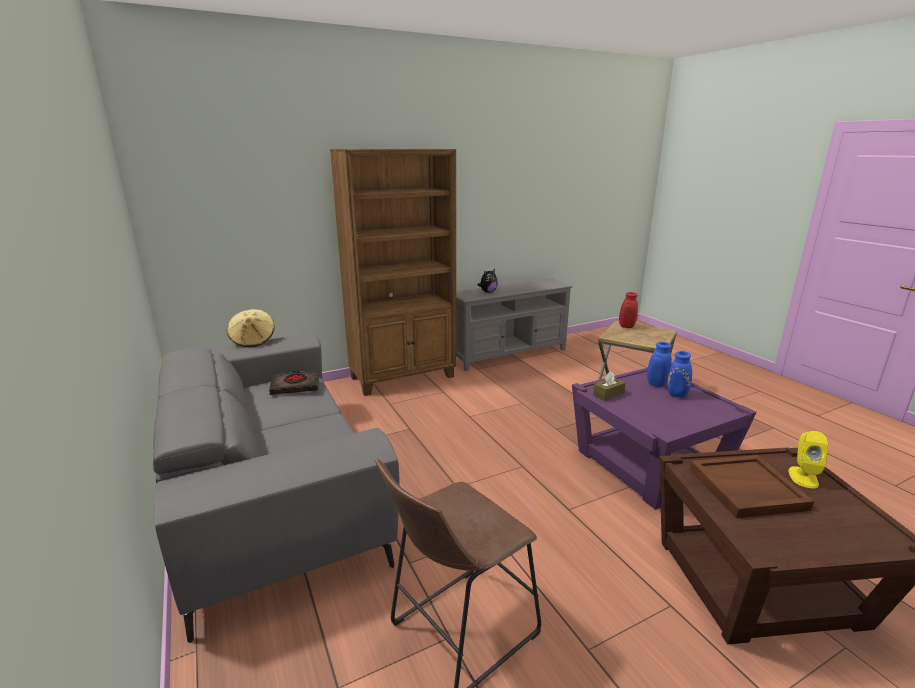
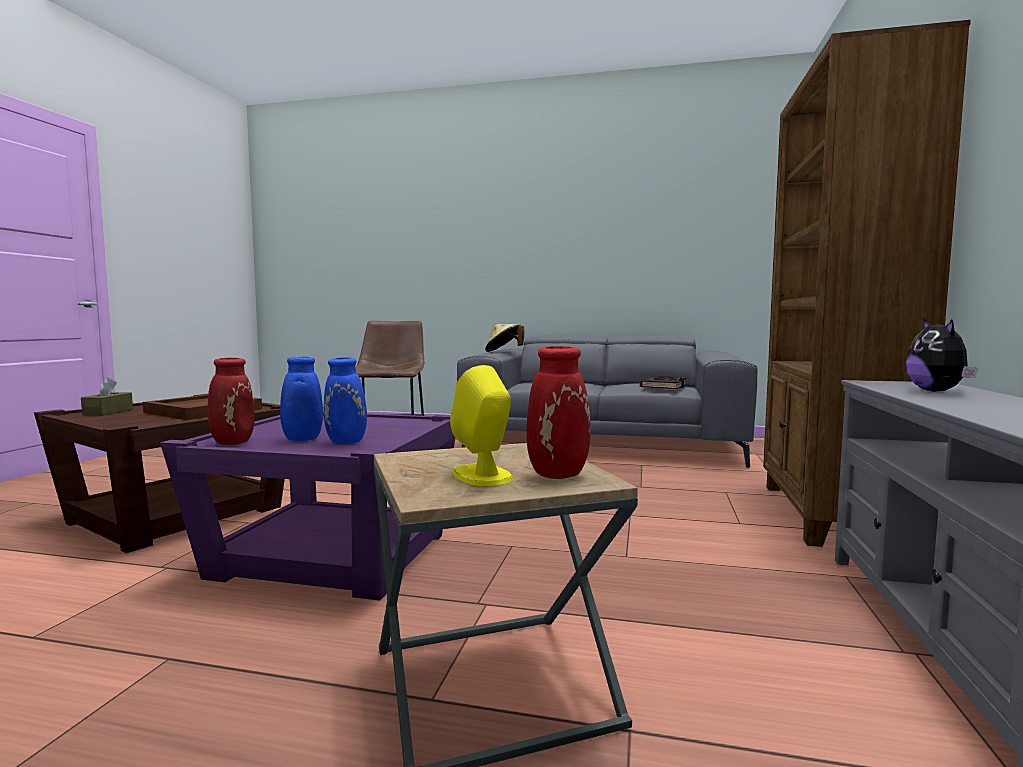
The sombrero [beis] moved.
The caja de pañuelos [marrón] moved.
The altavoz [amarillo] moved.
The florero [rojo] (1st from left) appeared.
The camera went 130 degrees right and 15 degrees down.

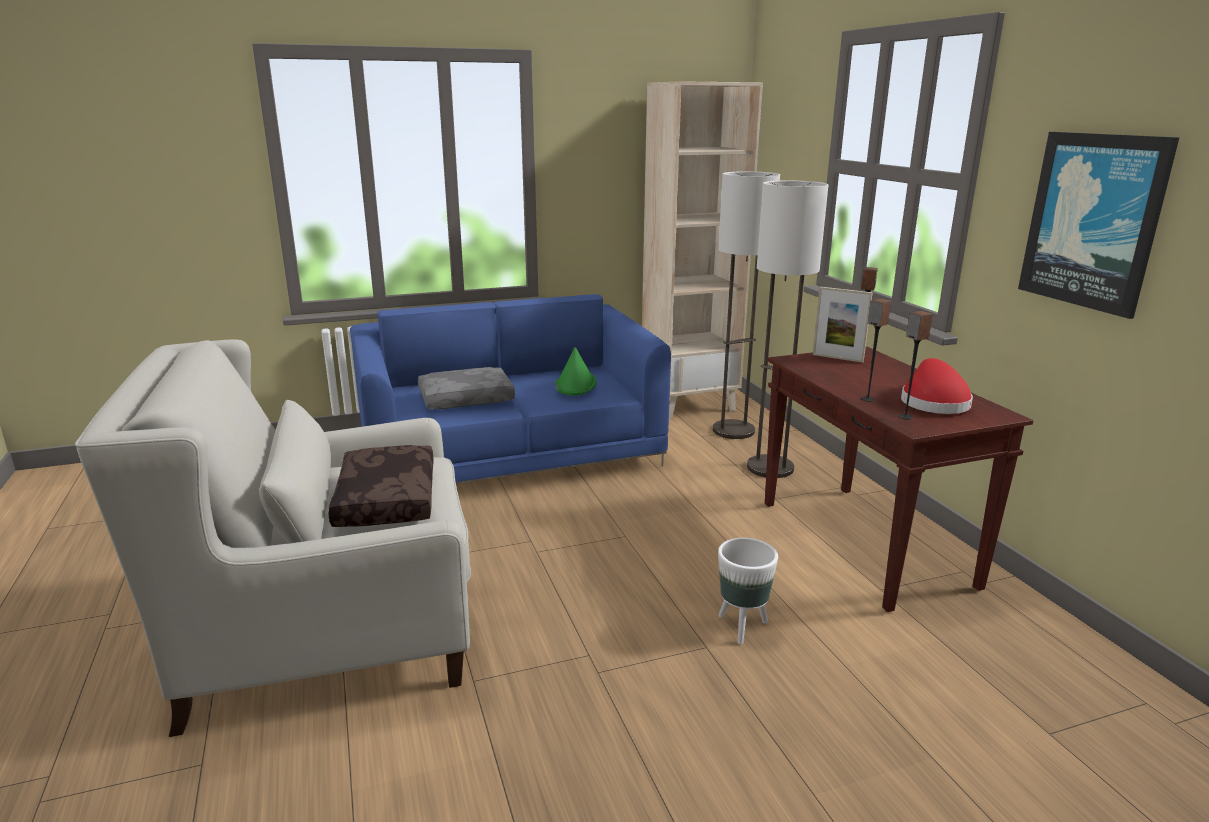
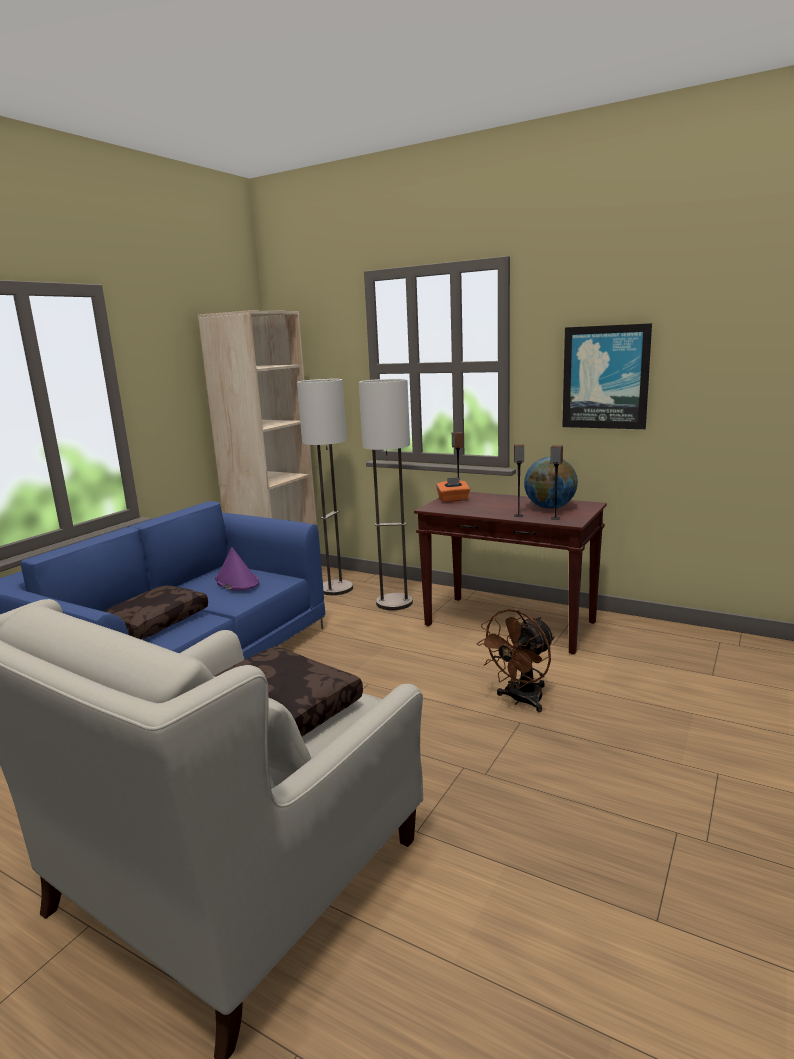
The portarretratos was replaced by the caja de pañuelos [naranja].
The sombrero [verde] became the sombrero [morado].
The sombrero [rojo] was replaced by the globo terráqueo.
The cojín [gris] became the cojín [marrón] (1st from left).
The maceta [blanco] was replaced by the ventilador [marrón].
The camera went 40 degrees left and 5 degrees down.

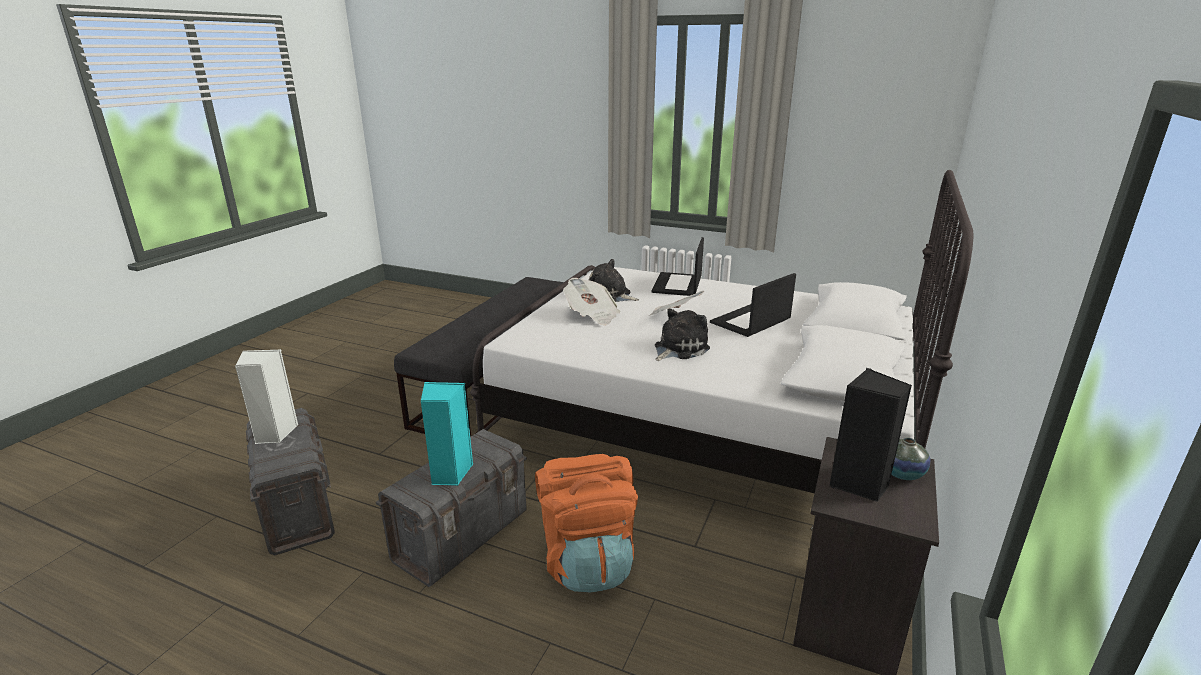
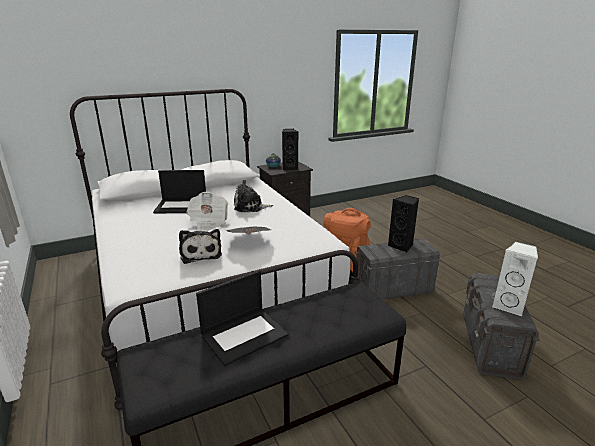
The portátil (1st from left in the first image) moved.
The altavoz [turquesa] became the altavoz [negro] (2nd from left).
The camera went 140 degrees left and 0 degrees up.

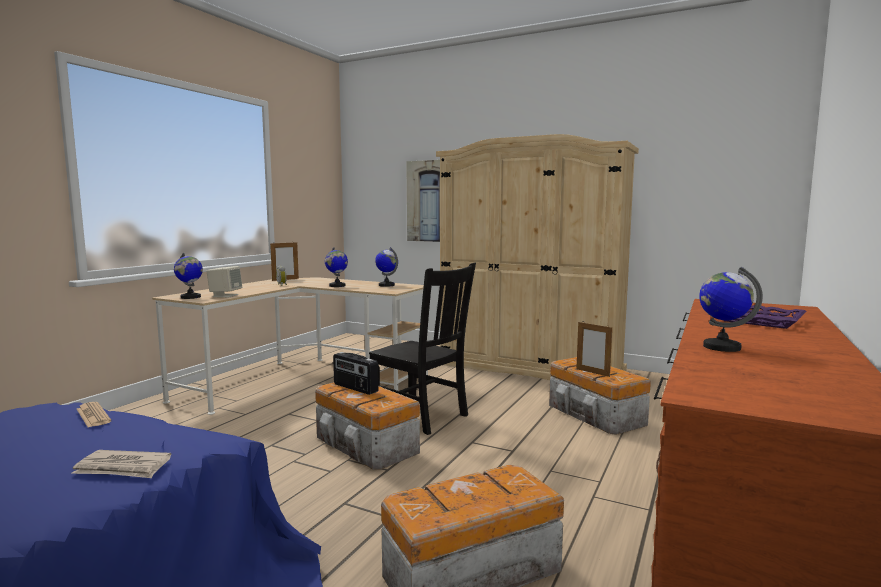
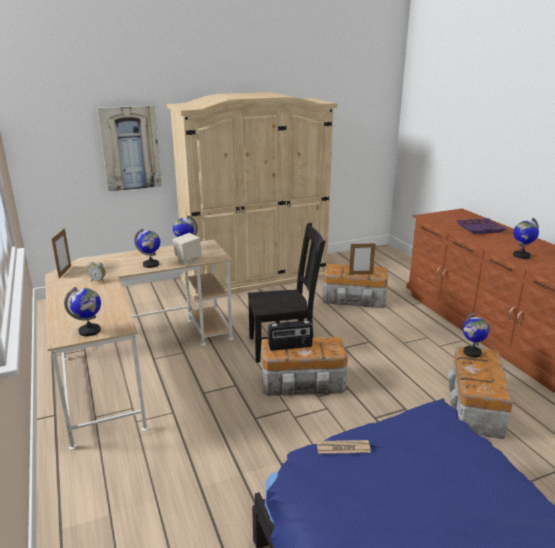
The altavoz [beis] moved.
The periódico (2nd from left) disappeared.
The globo terráqueo (4th from left) appeared.
The camera went 50 degrees left and 15 degrees up.

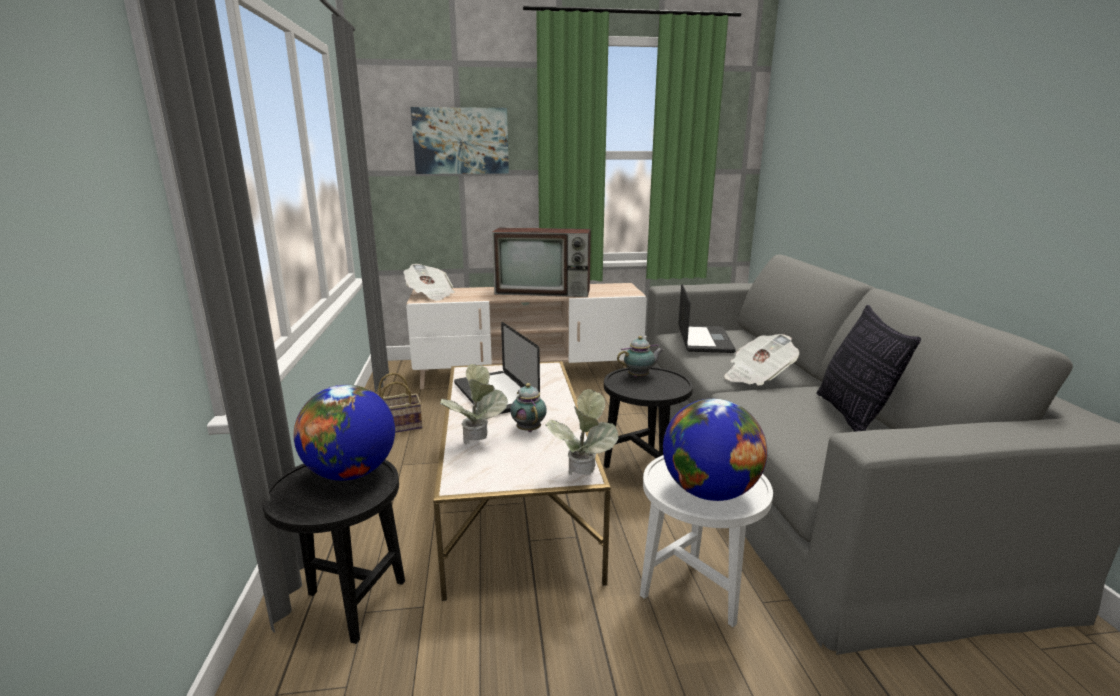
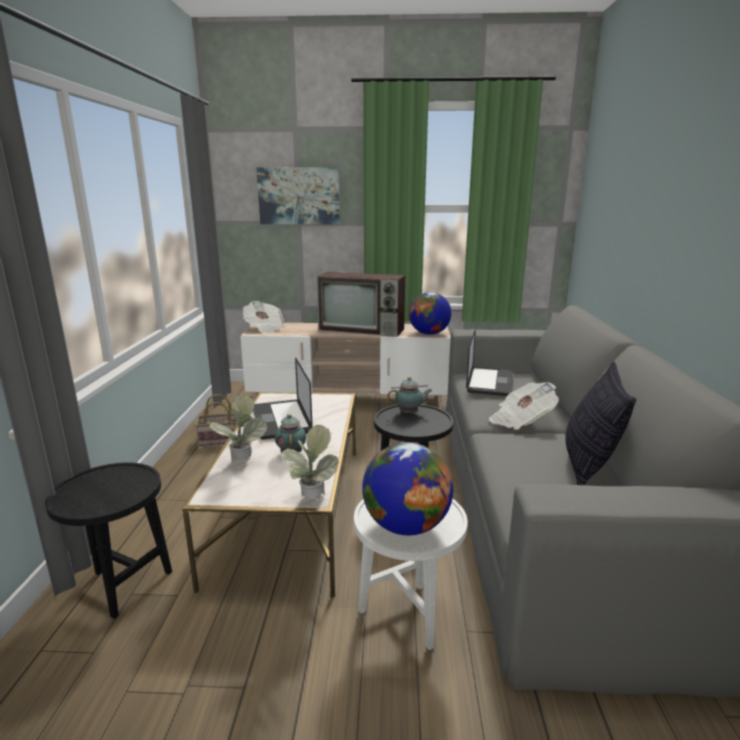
The globo terráqueo (1st from left in the first image) moved.
The camera went 10 degrees right and 0 degrees up.

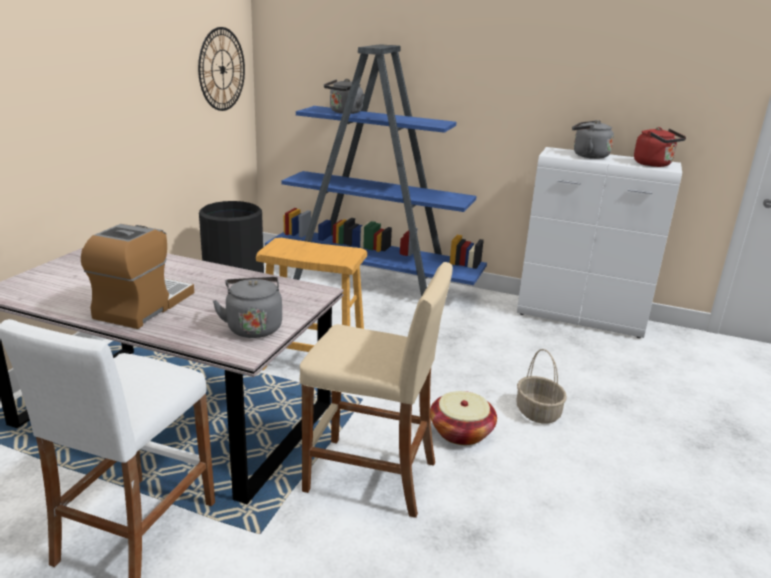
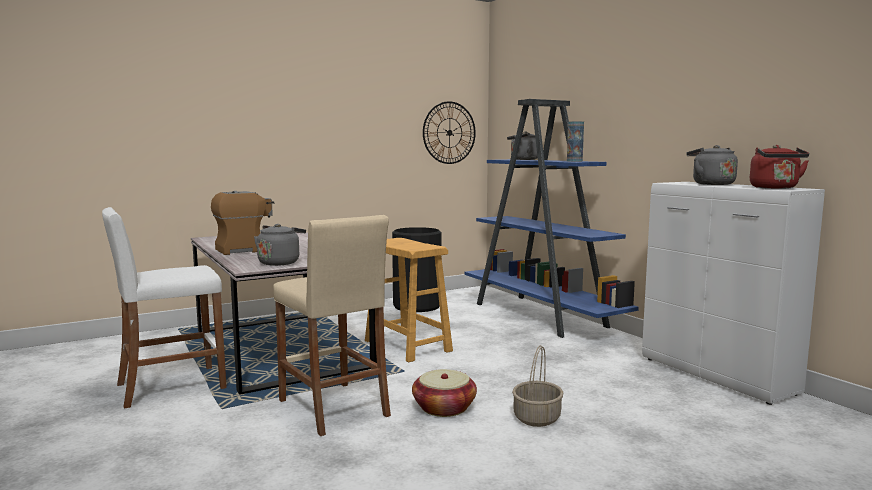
The florero appeared.
The camera went 40 degrees right and 15 degrees down.

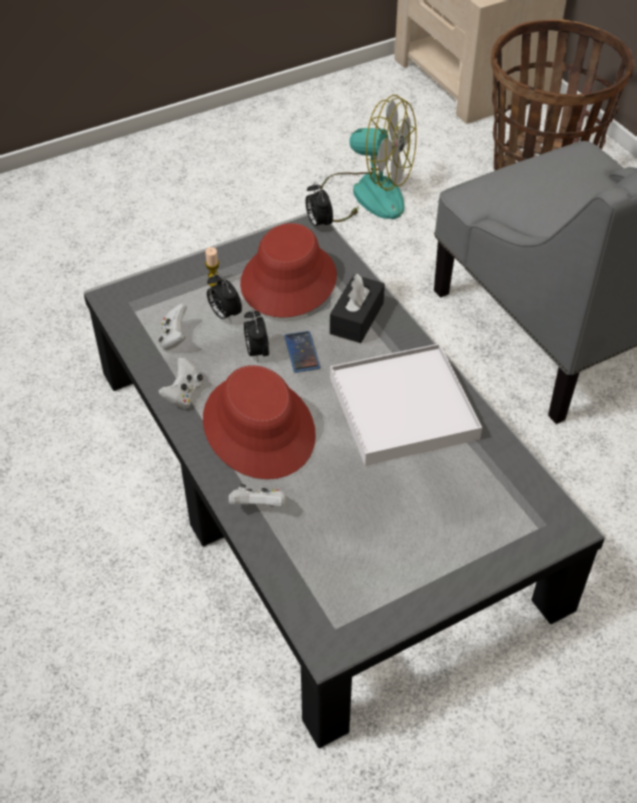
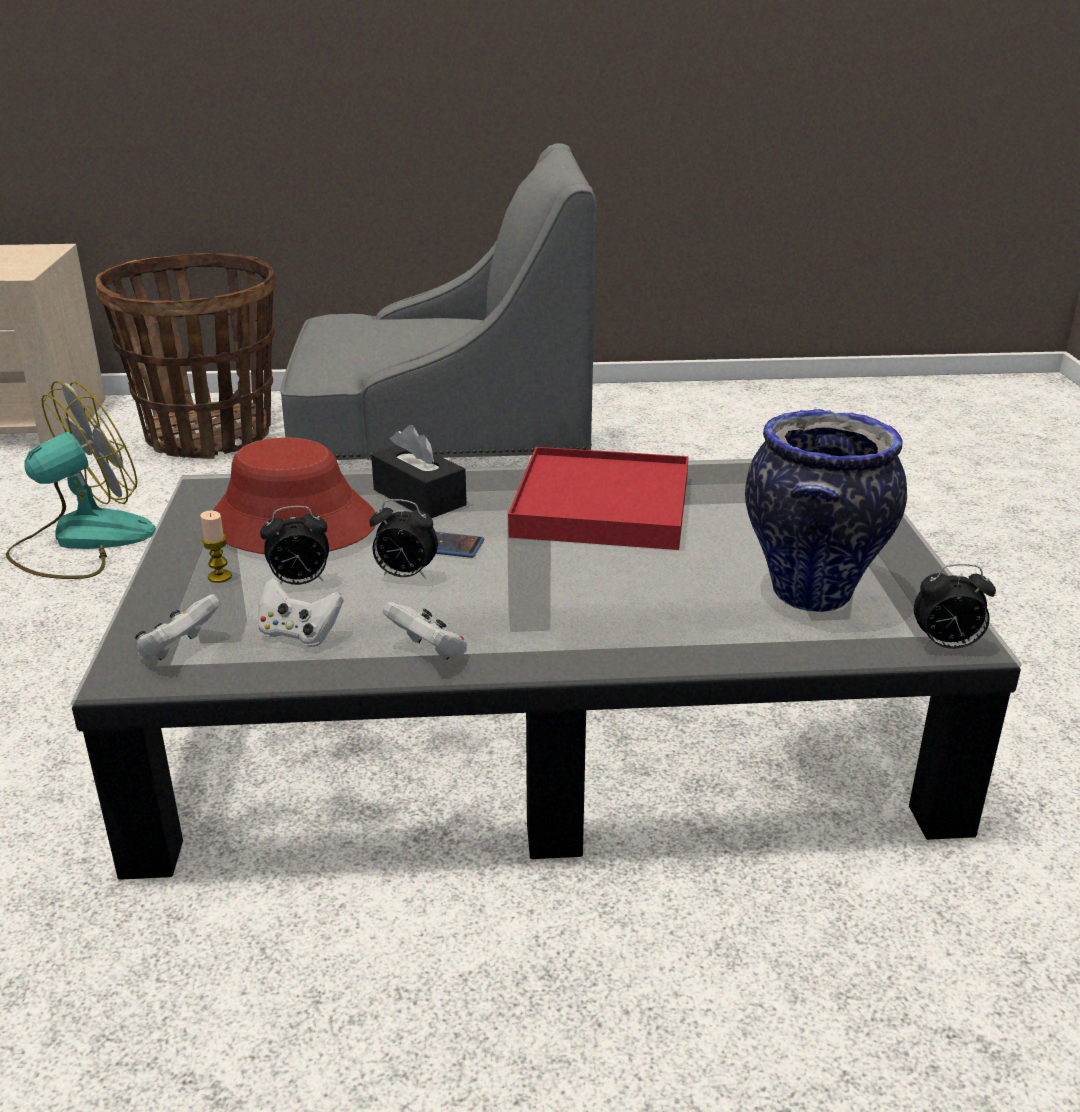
The despertador (3rd from left) moved.
The bandeja [blanco] became the bandeja [rojo].
The sombrero [rojo] (1st from left) disappeared.
The mando de consola [blanco] (3rd from left in the first image) moved.
The florero appeared.
The camera went 65 degrees left and 20 degrees down.

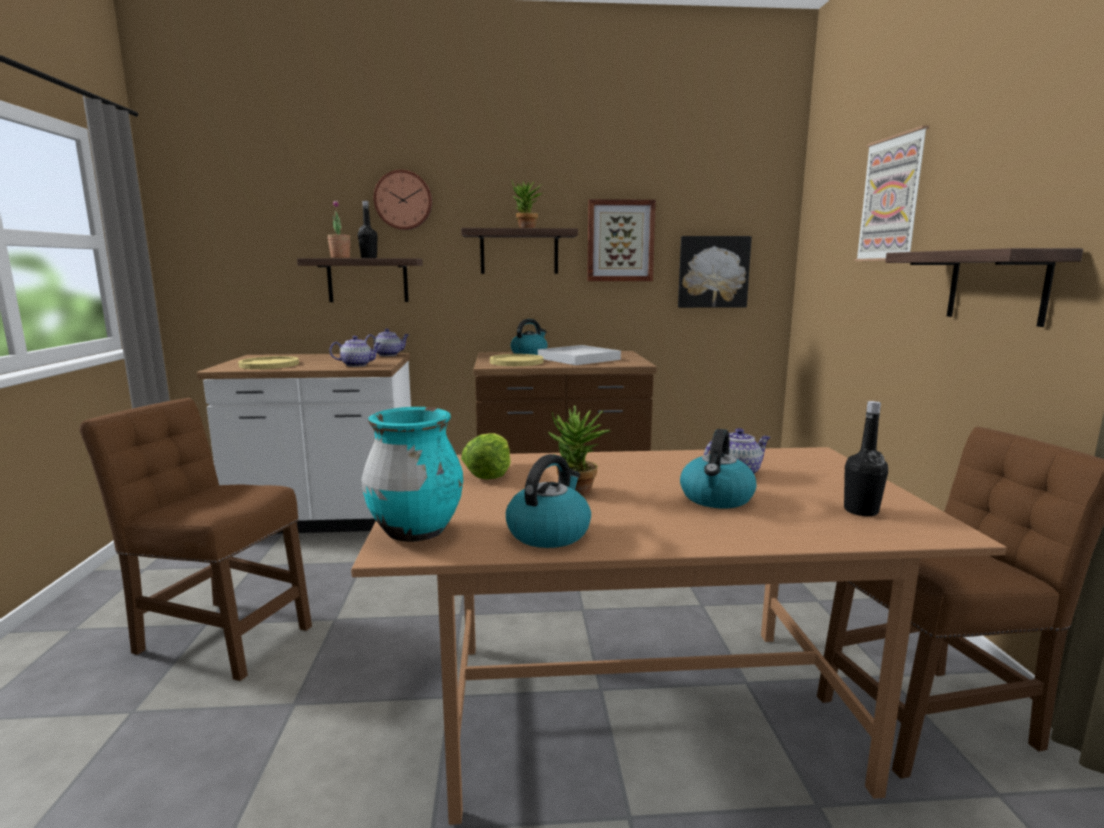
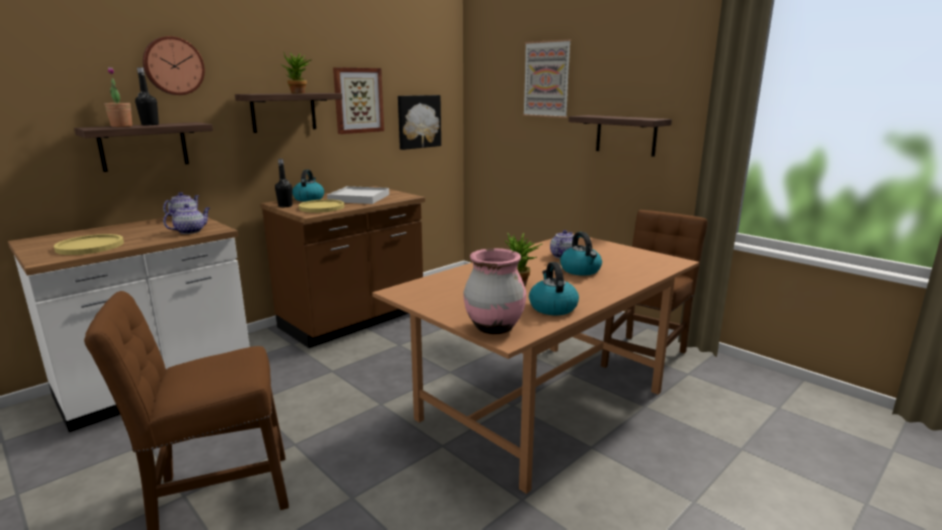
The botella [negro] (2nd from left) moved.
The florero [turquesa] became the florero [rosa].
The lechuga disappeared.
The camera went 40 degrees left and 5 degrees up.

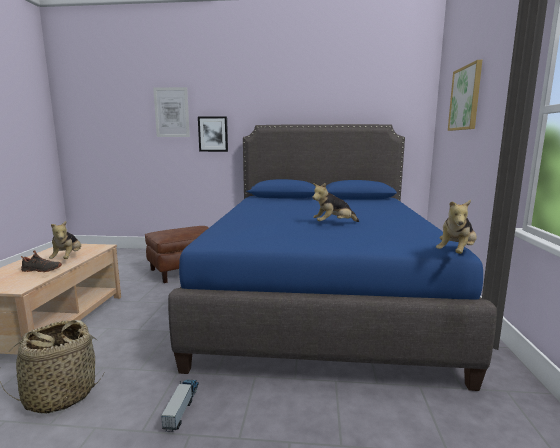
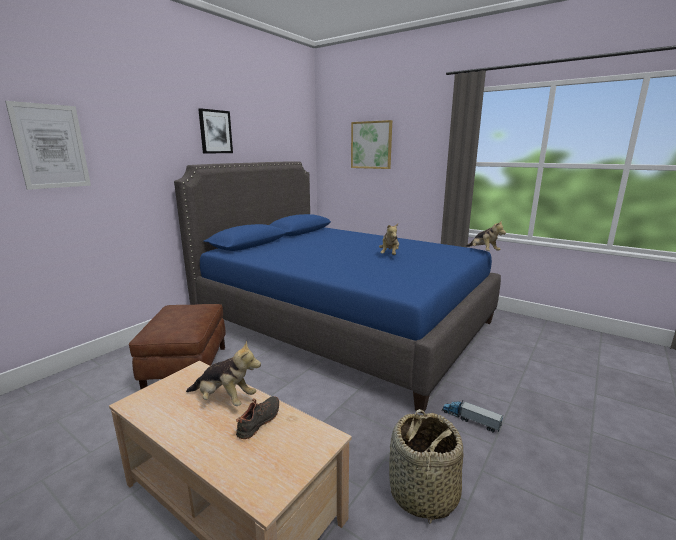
The cuadro (2nd from left) moved.
The camera went 60 degrees left and 5 degrees up.

